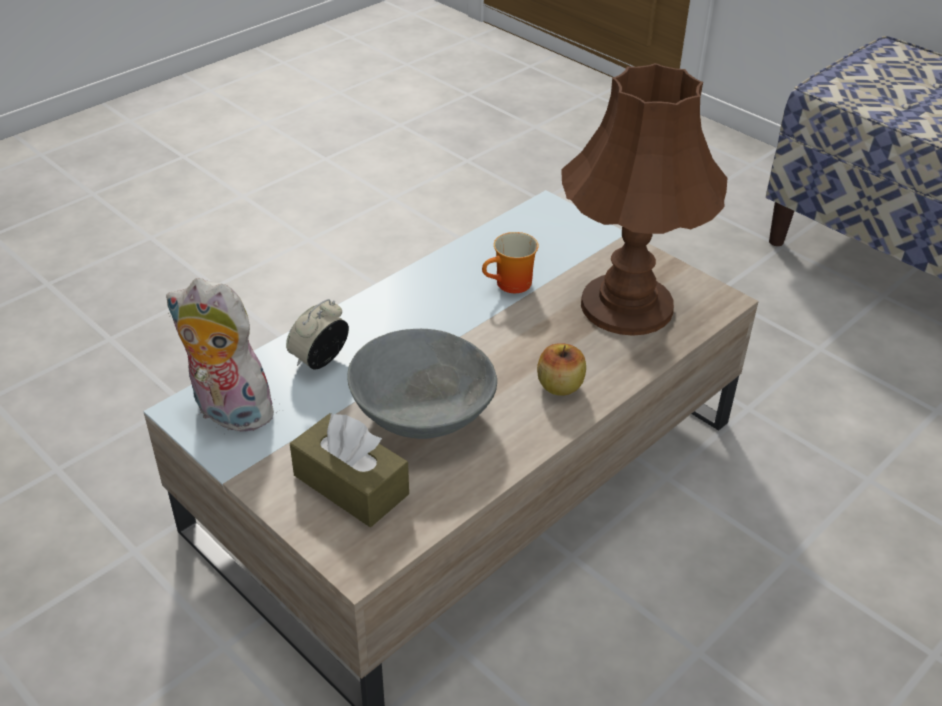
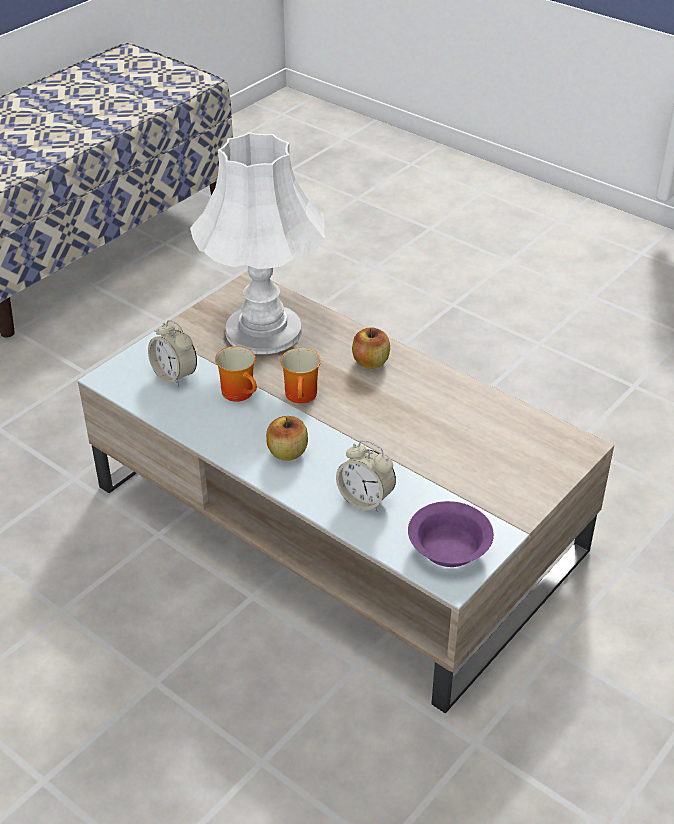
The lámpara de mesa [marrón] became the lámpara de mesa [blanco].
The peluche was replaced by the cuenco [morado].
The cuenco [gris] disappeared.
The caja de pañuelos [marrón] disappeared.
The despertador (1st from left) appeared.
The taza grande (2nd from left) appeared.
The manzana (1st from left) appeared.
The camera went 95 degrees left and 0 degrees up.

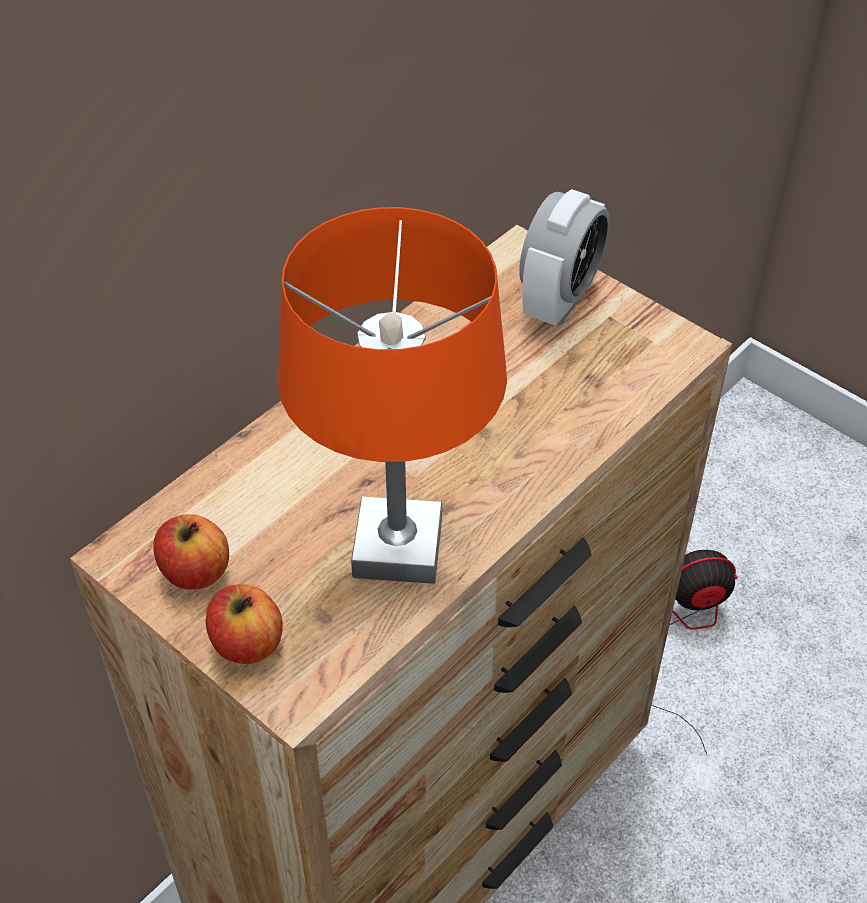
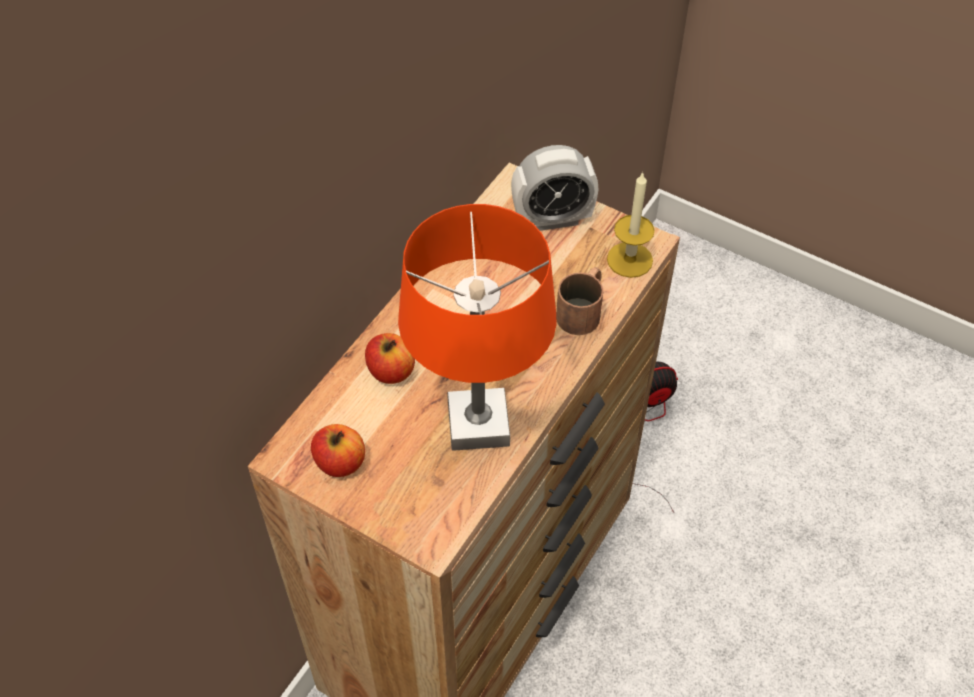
The despertador turned 60 degrees clockwise.
The manzana (2nd from left) moved.
The vela appeared.
The taza grande [marrón] appeared.
The camera went 10 degrees left and 5 degrees up.

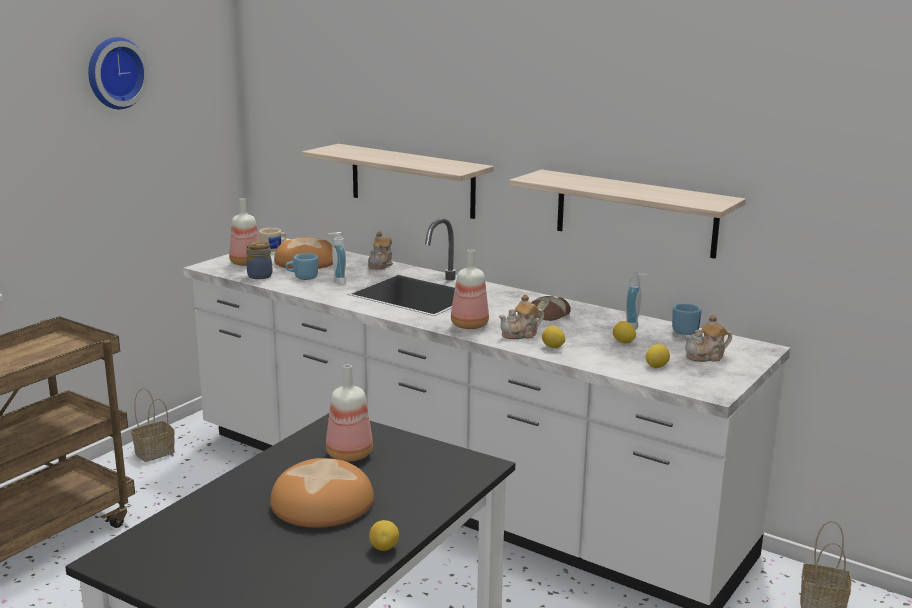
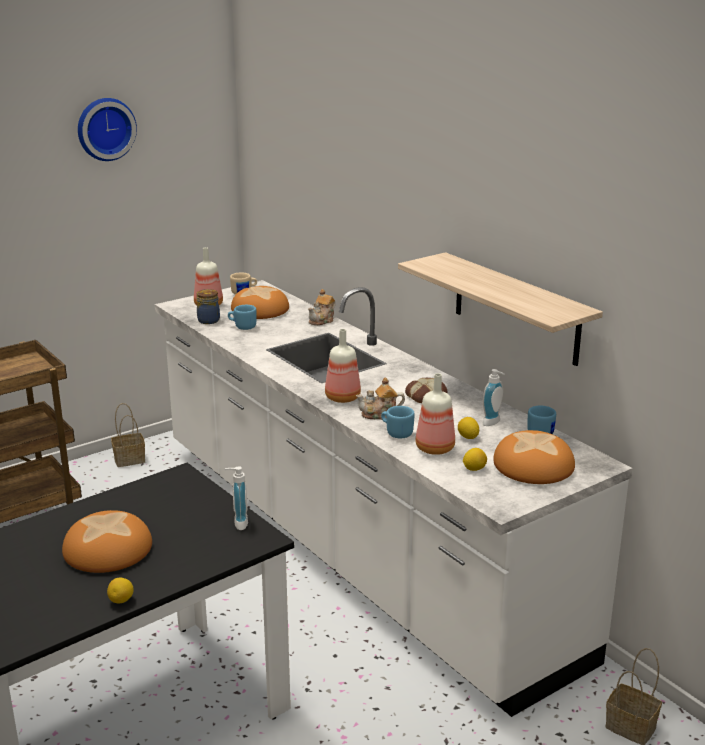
The estante (1st from left) disappeared.
The dispensador de jabón (1st from left) moved.
The tetera (3rd from left) was replaced by the pan (4th from left).
The limón (2nd from left) was replaced by the taza grande [azul] (2nd from left).
The botella (2nd from left in the first image) moved.
The camera went 20 degrees right and 5 degrees up.

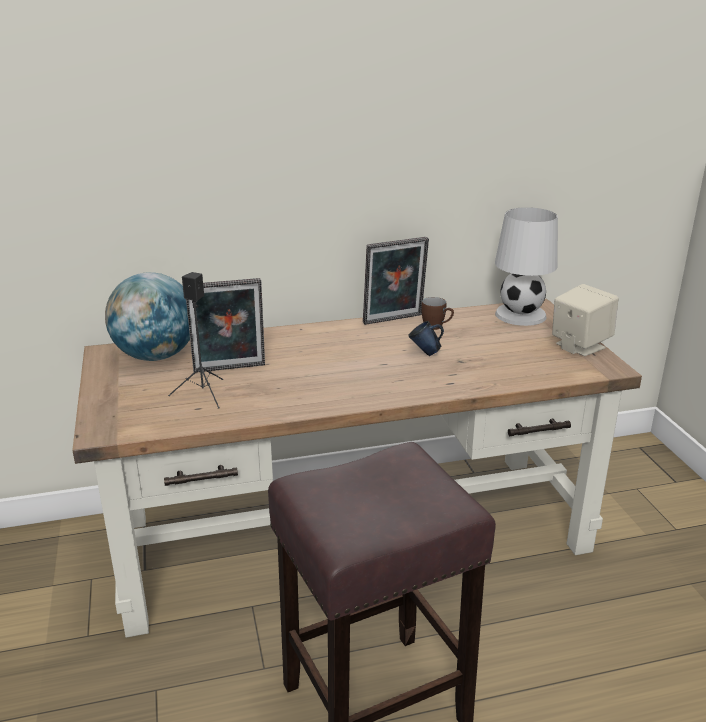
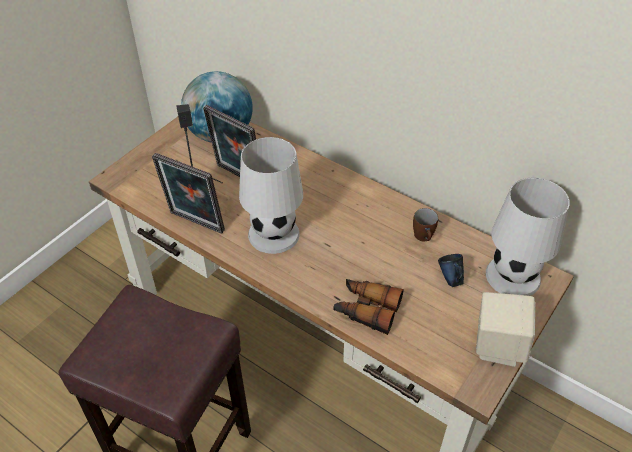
The portarretratos (2nd from left in the first image) moved.
The taza grande [azul] moved.
The lámpara de mesa [blanco] (1st from left) appeared.
The prismáticos appeared.
The camera went 50 degrees right and 20 degrees up.

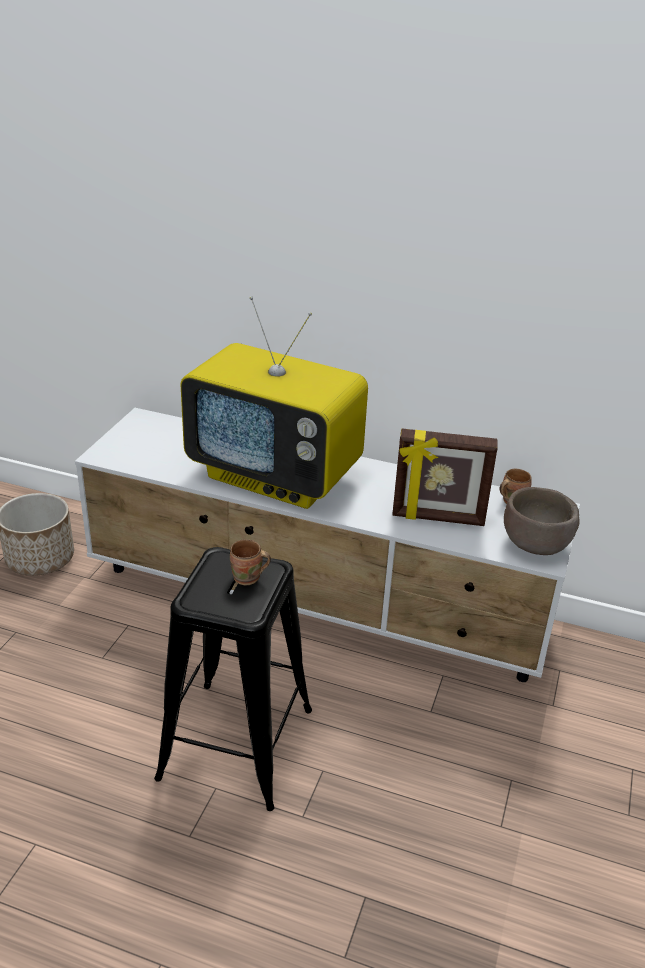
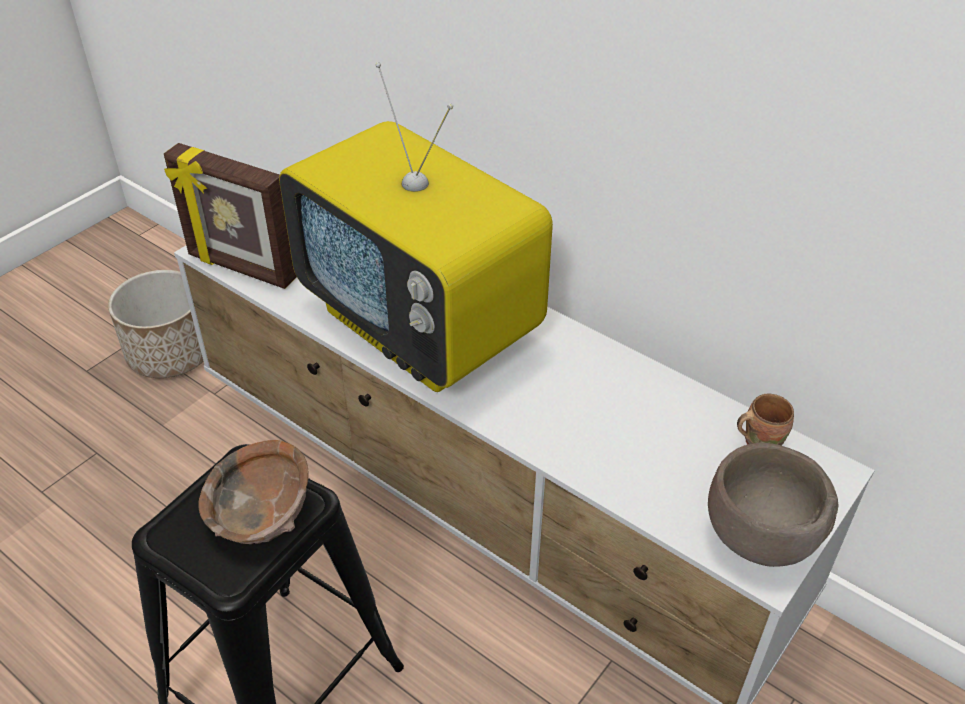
The portarretratos moved.
The taza grande [marrón] (1st from left) was replaced by the cuenco [marrón] (1st from left).
The camera went 20 degrees right and 10 degrees up.

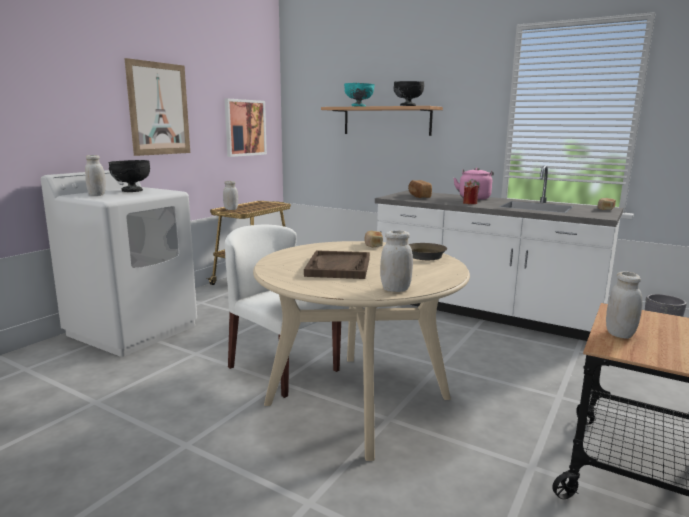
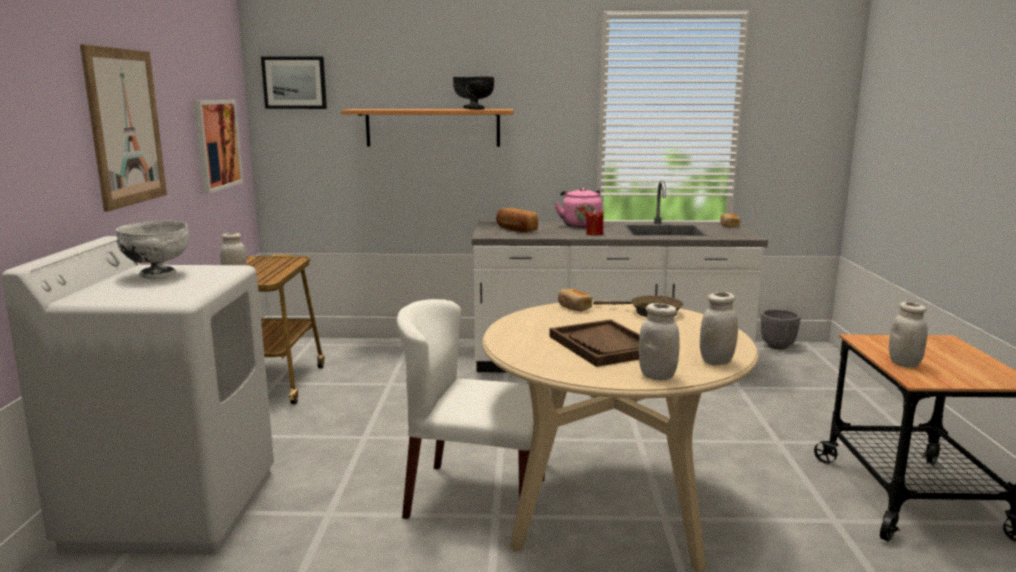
The cuenco [turquesa] disappeared.
The tarro [blanco] (1st from left in the first image) moved.
The cuenco [negro] (1st from left) became the cuenco [blanco].
The cuadro (3rd from left) appeared.
The camera went 30 degrees left and 0 degrees up.

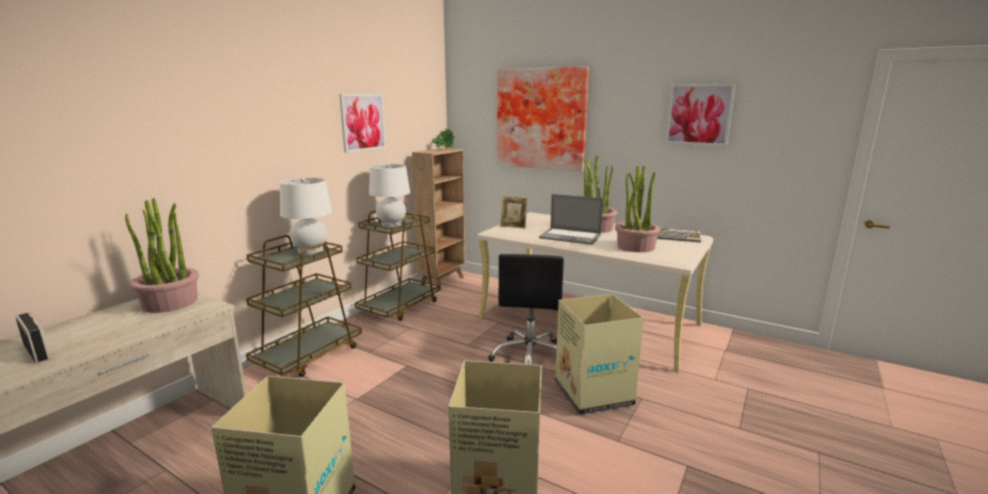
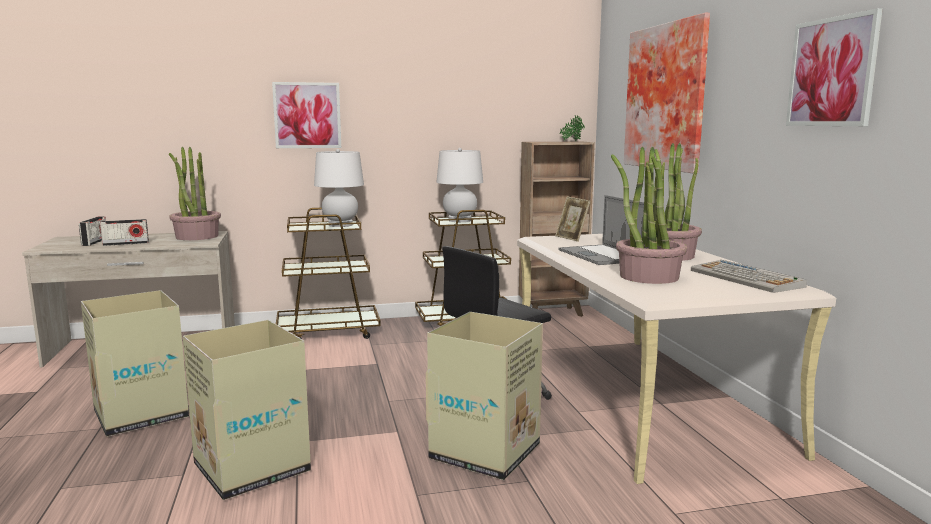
The cuadro (1st from left) moved.
The radio (2nd from left) appeared.
The camera went 45 degrees right and 5 degrees down.

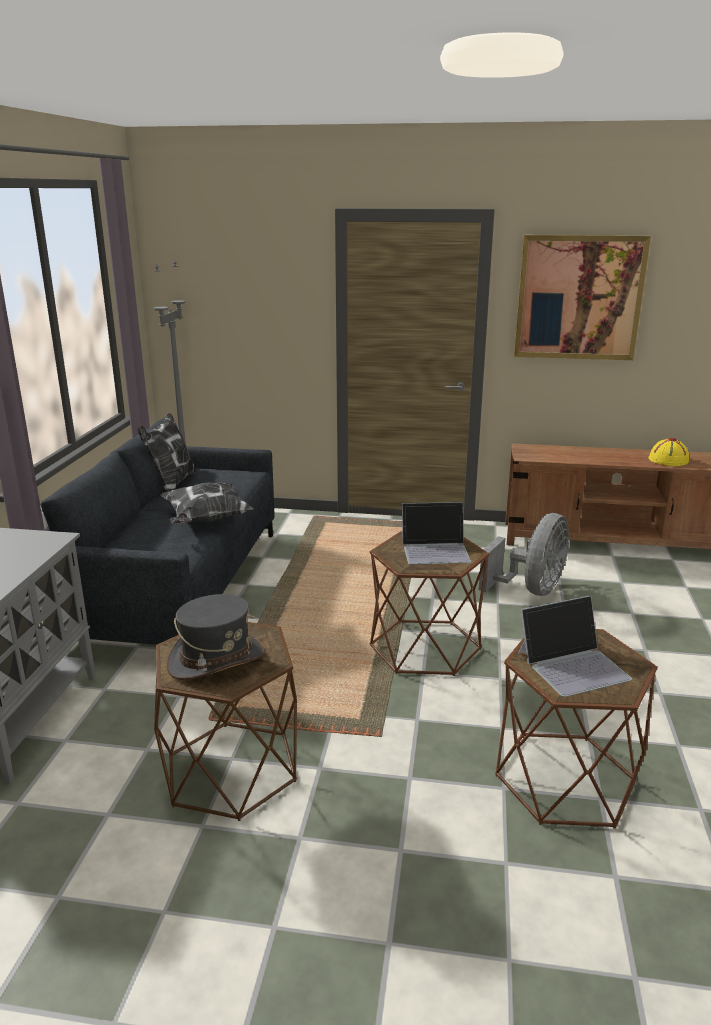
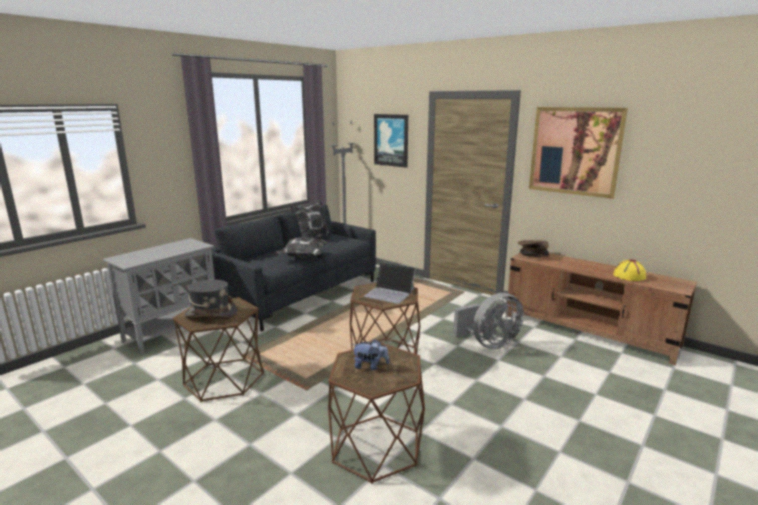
The portátil (2nd from left) was replaced by the peluche.
The cuadro (1st from left) appeared.
The cuenco [marrón] appeared.
The camera went 30 degrees right and 5 degrees down.

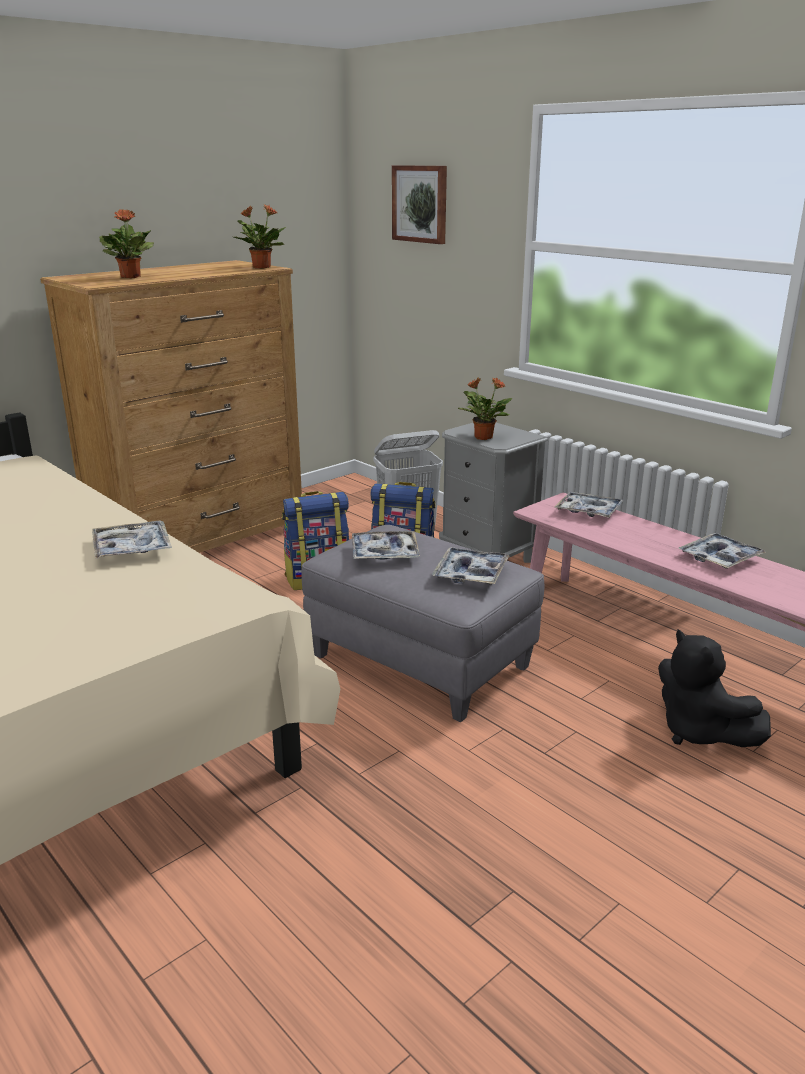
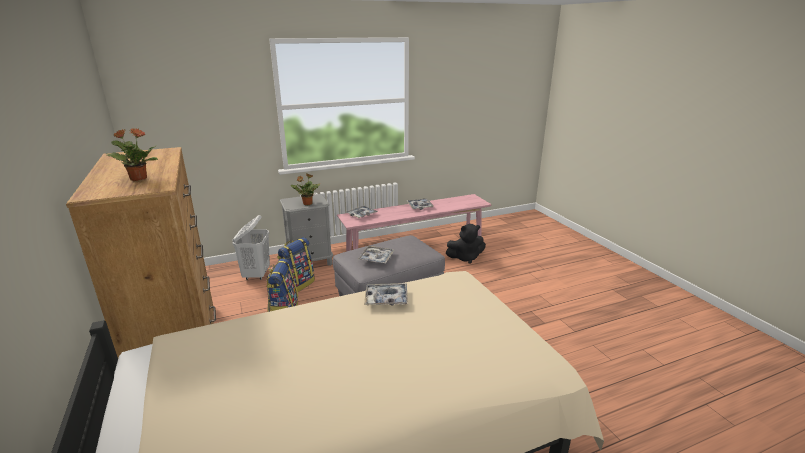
The cuadro disappeared.
The planta en maceta (2nd from left) disappeared.
The bandeja (3rd from left) disappeared.
The camera went 70 degrees left and 0 degrees up.

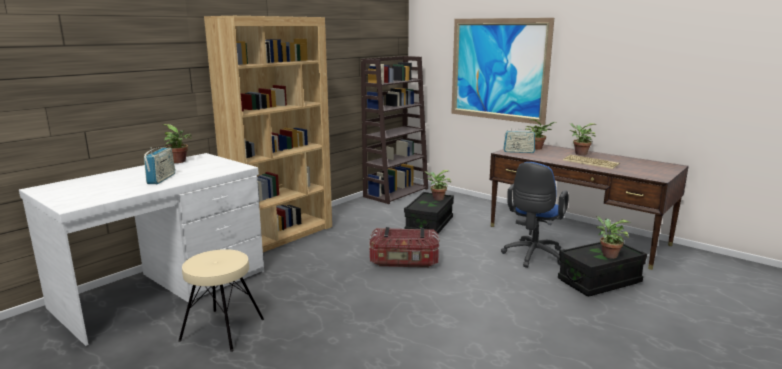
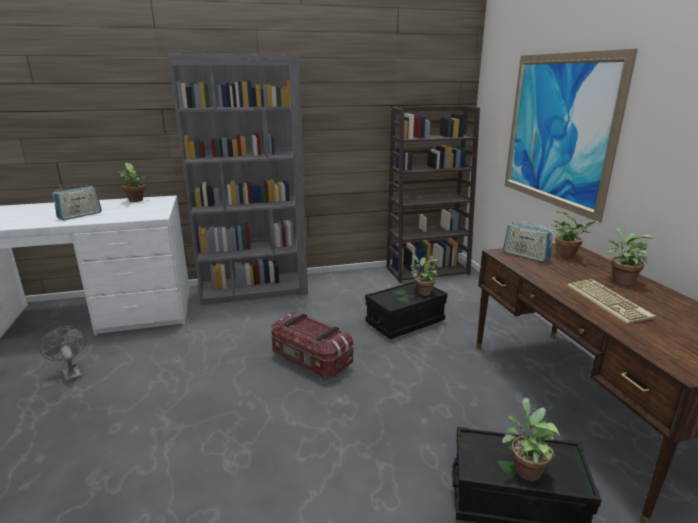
The estantería [marrón] (1st from left) became the estantería [gris].
The silla de oficina [azul] disappeared.
The taburete [beis] was replaced by the ventilador [gris].
The camera went 35 degrees right and 5 degrees up.

